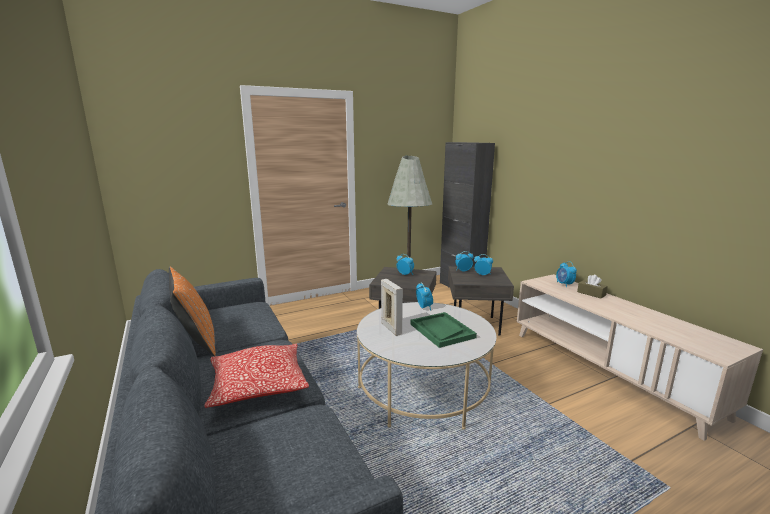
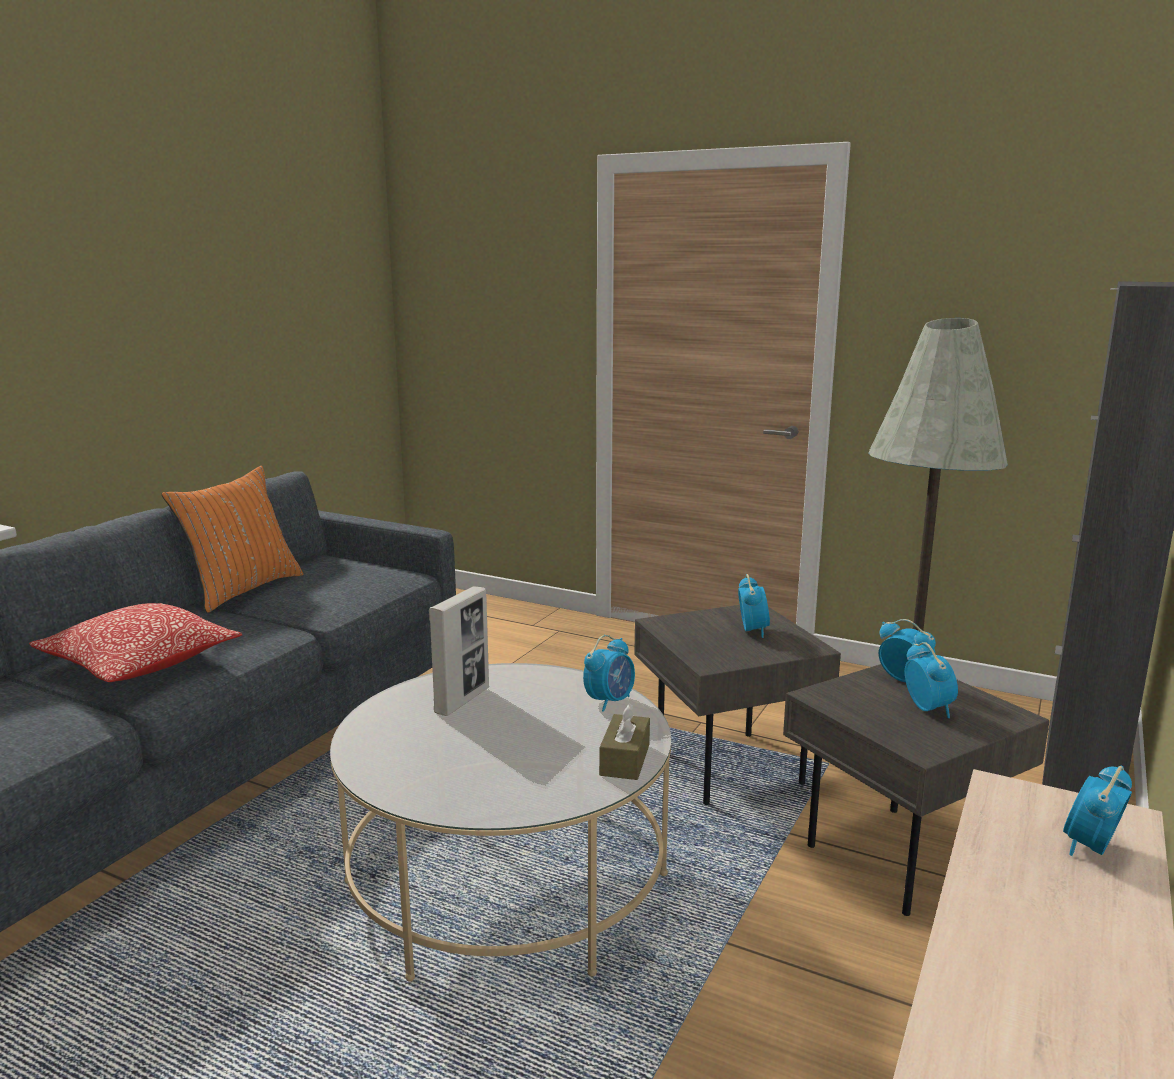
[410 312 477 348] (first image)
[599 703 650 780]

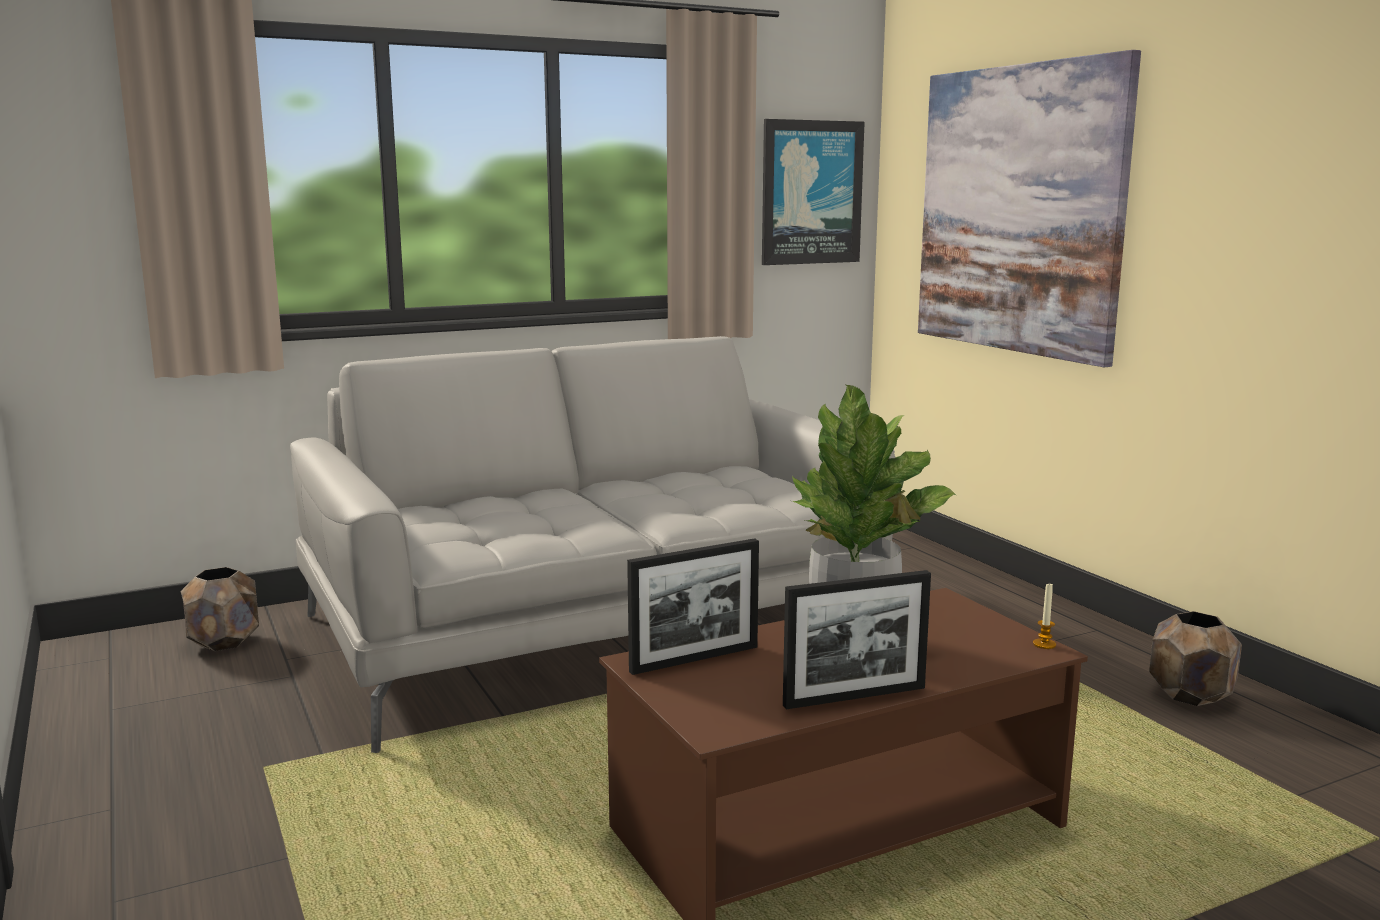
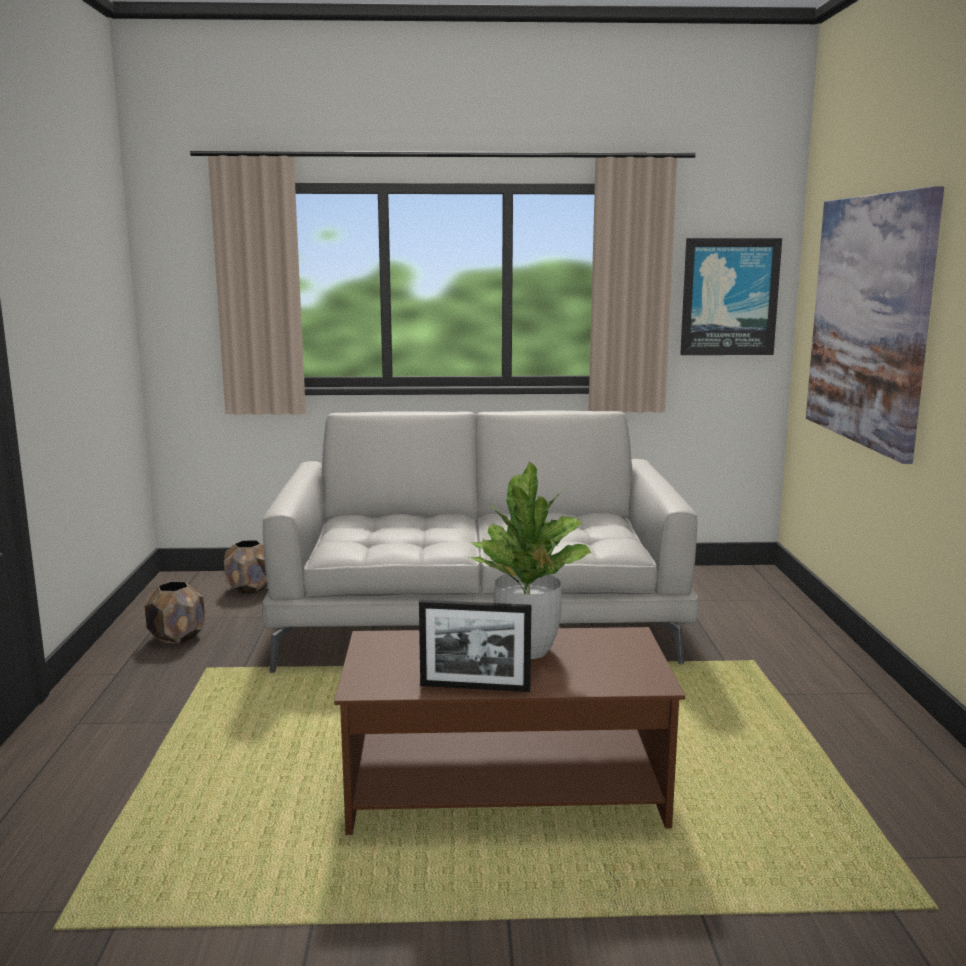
[627 538 759 675] (first image)
[1033 582 1056 649] (first image)
[145 582 205 644]

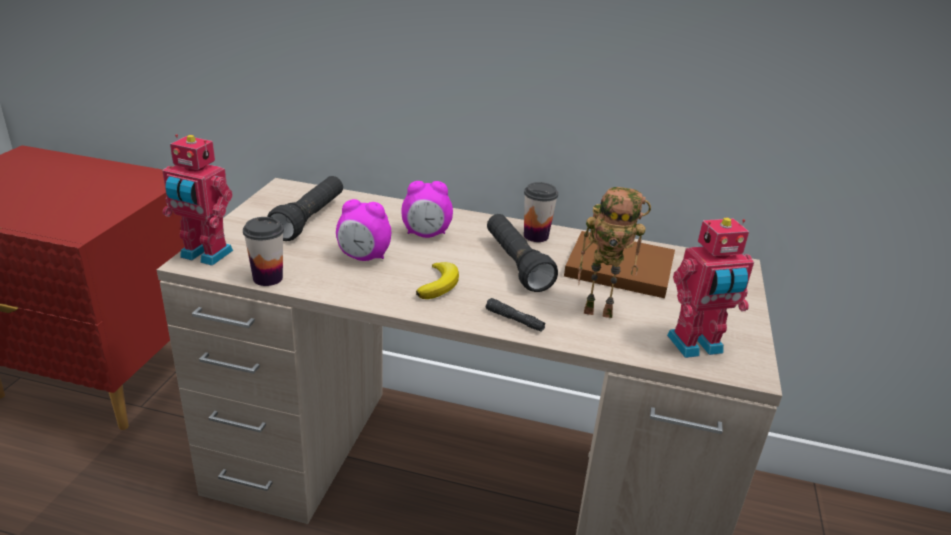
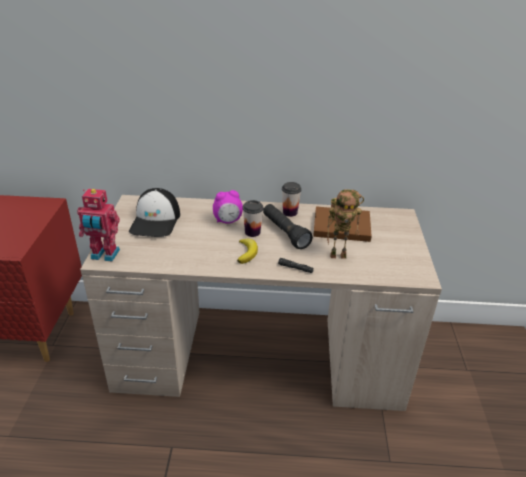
[242 200 264 237]
[129 188 180 237]
[336 199 391 261] (first image)
[667 218 754 358] (first image)

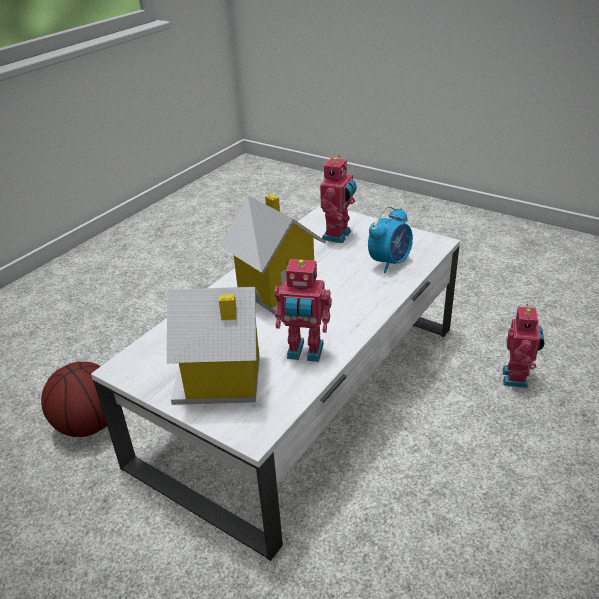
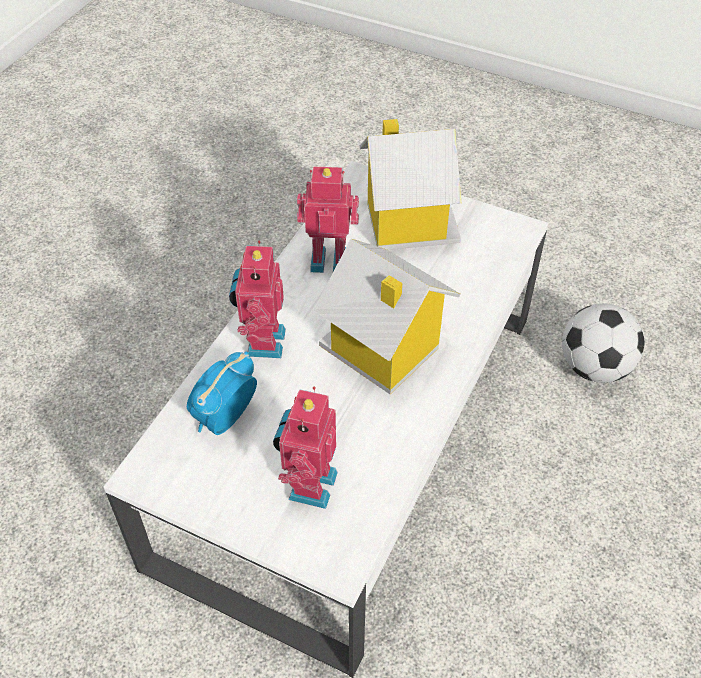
[562 303 644 383]
[229 241 286 358]

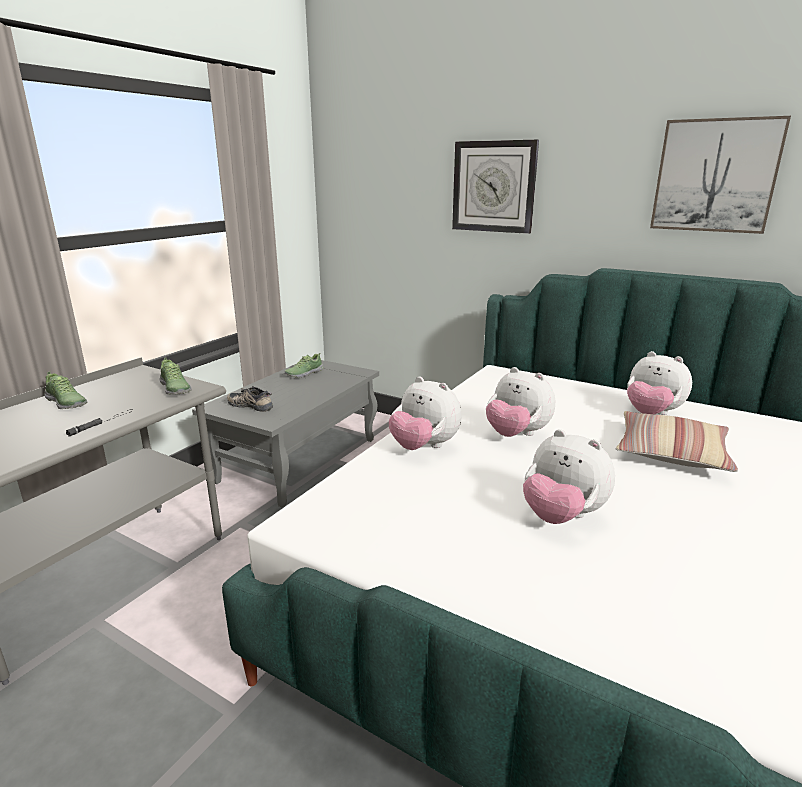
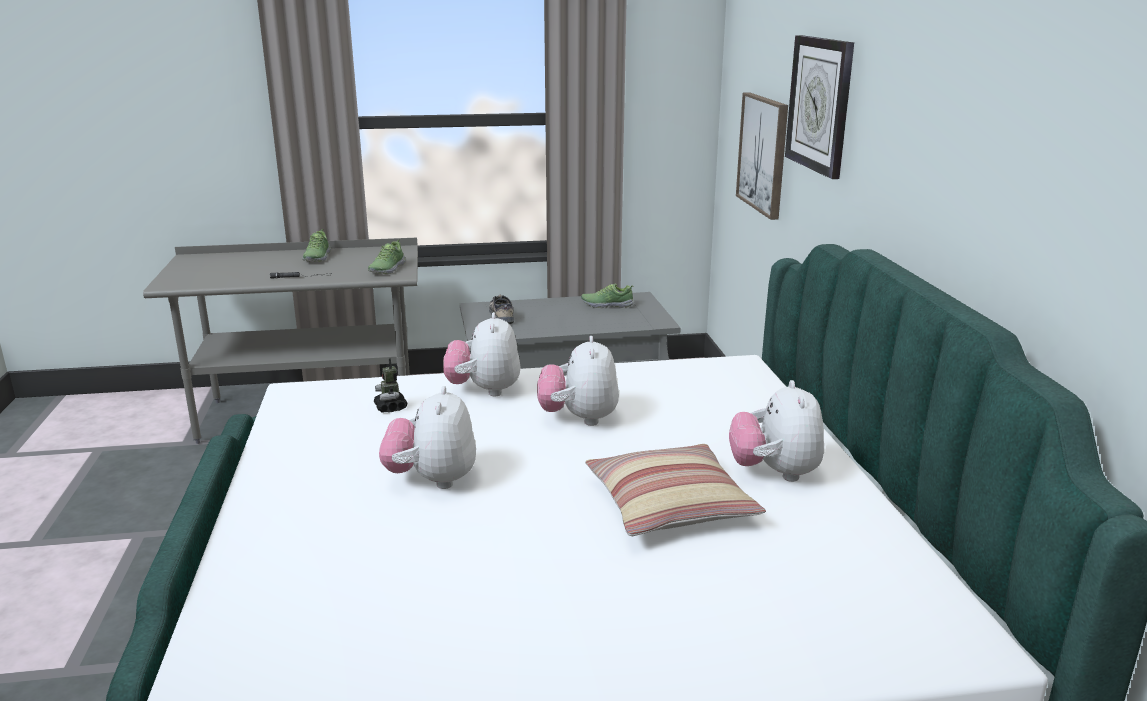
[736 92 788 220]
[374 358 407 413]

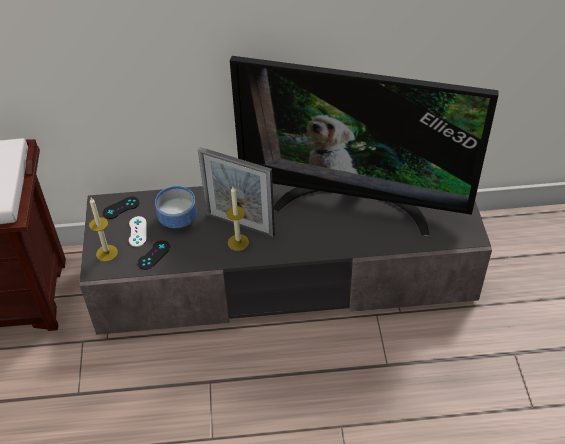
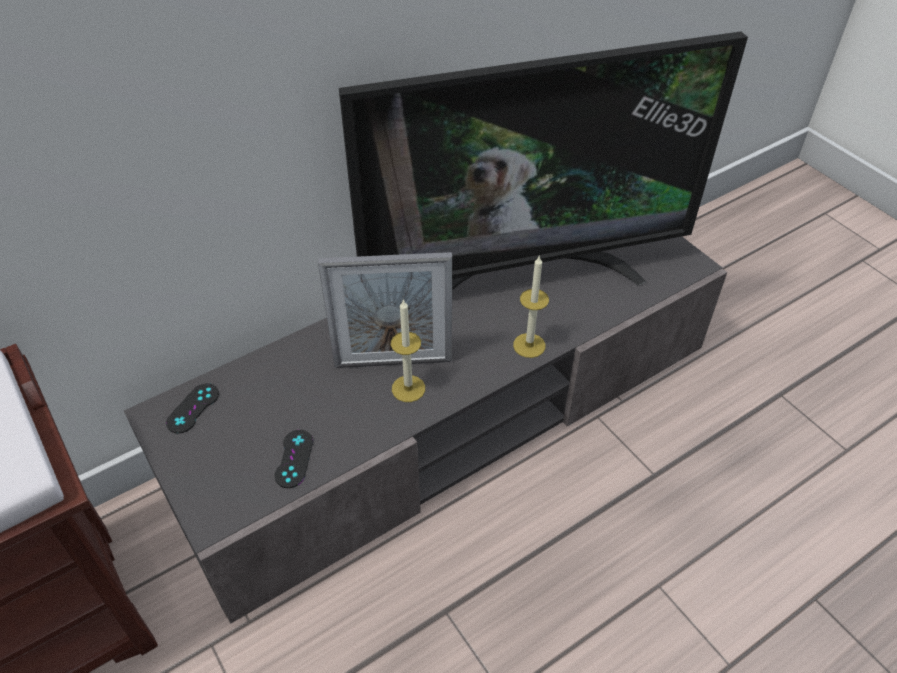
[513 255 549 358]
[129 216 146 247] (first image)
[155 186 197 228] (first image)

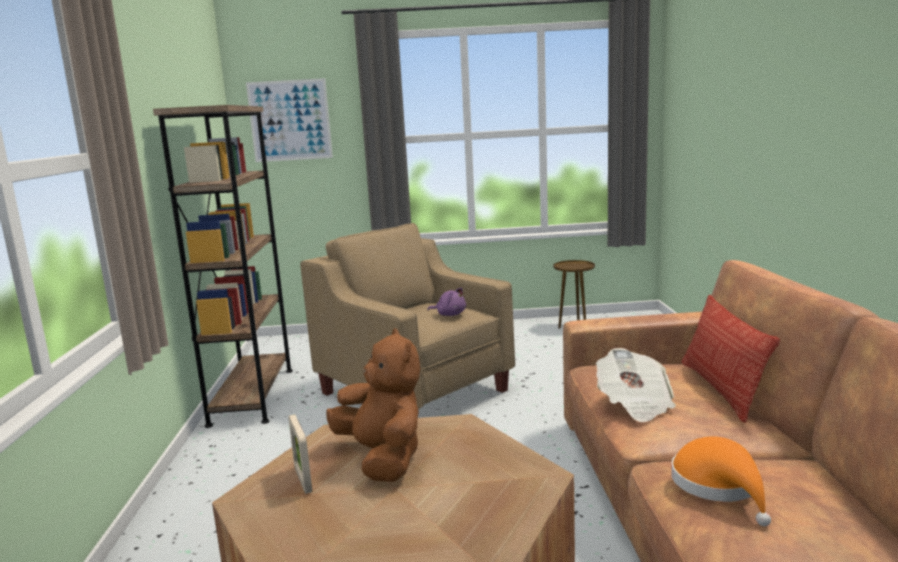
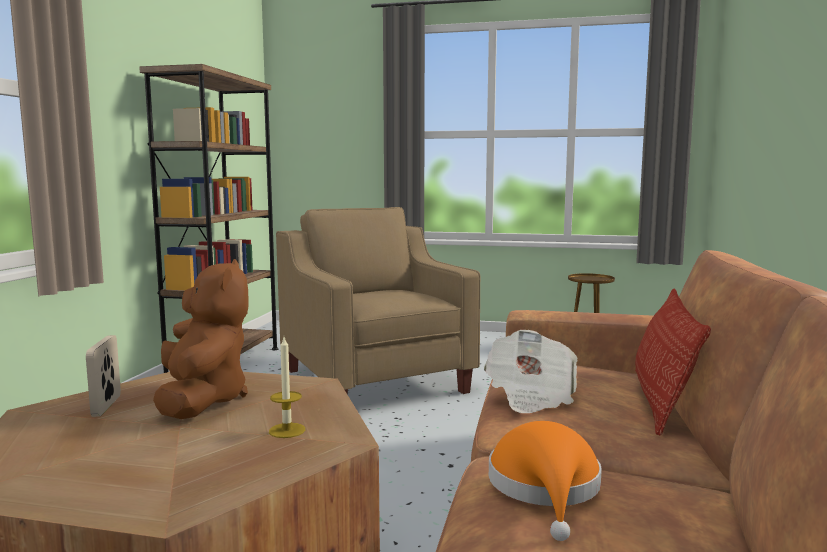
[246 78 333 162] (first image)
[427 287 466 316] (first image)
[269 337 305 438]

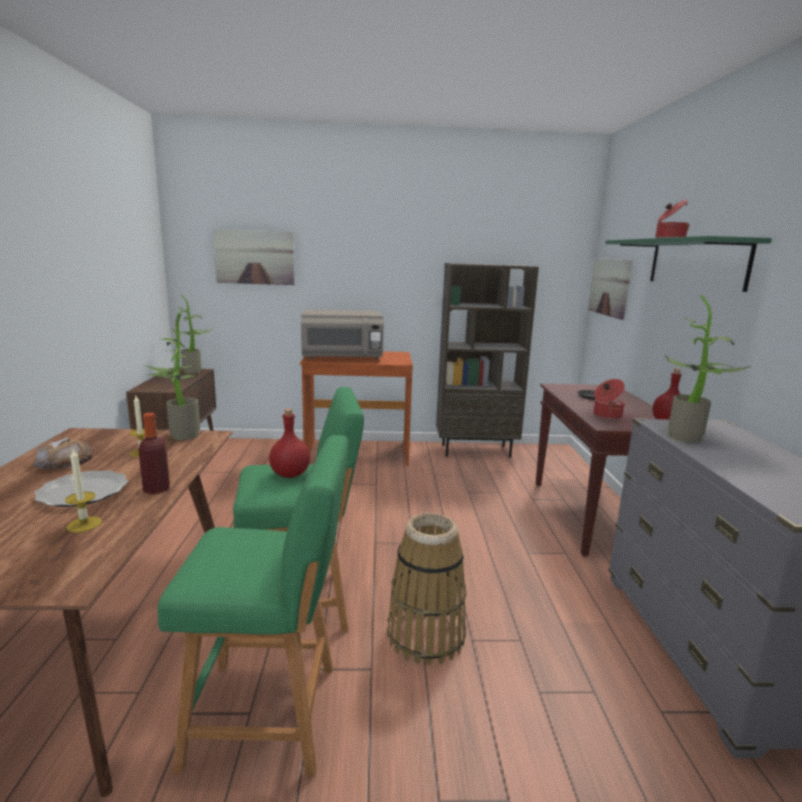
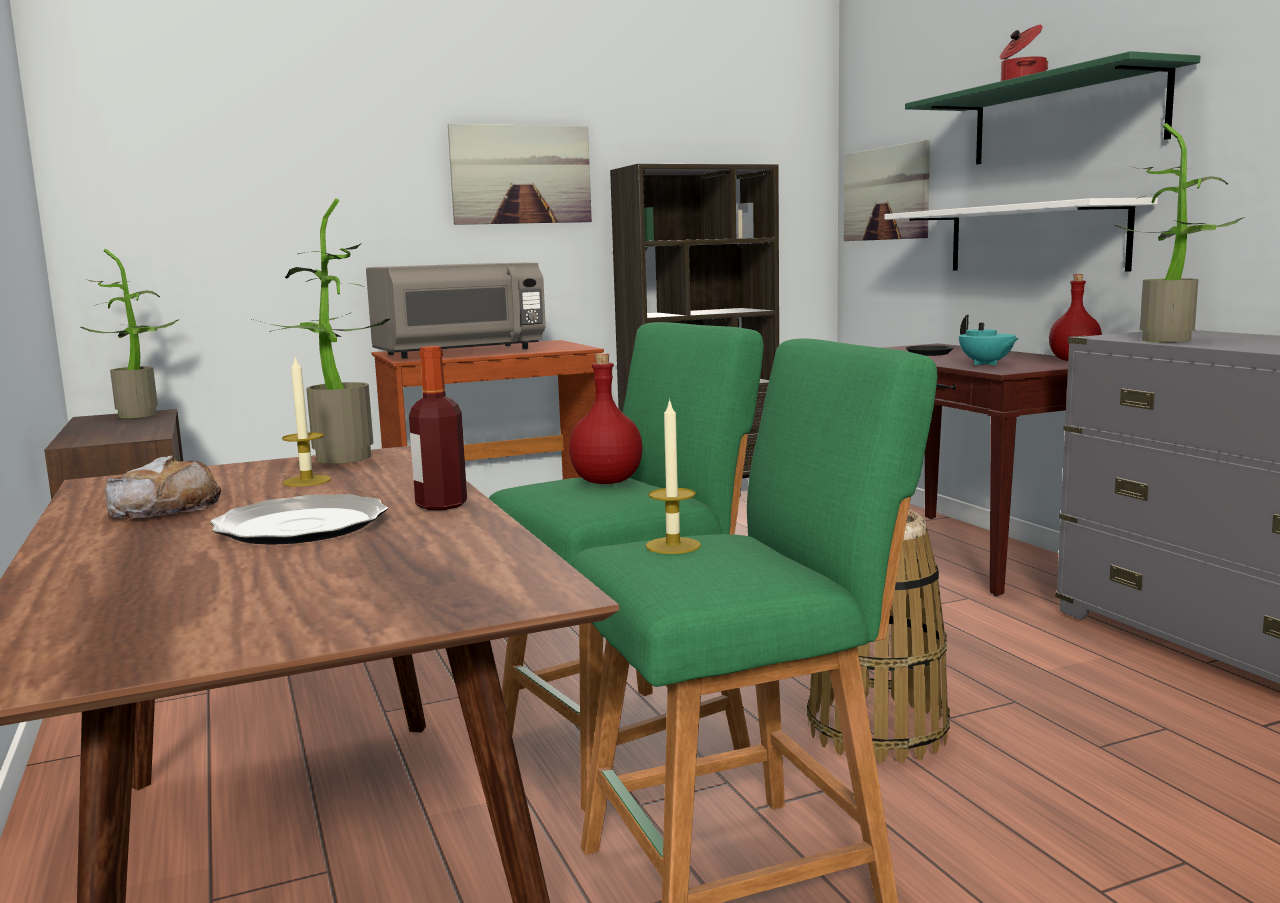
[646 398 701 554]
[448 124 592 225]
[959 315 1019 365]
[884 198 1158 272]

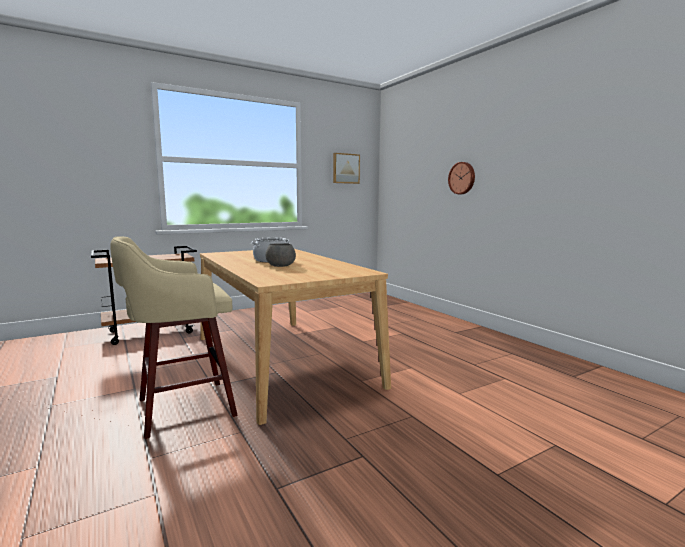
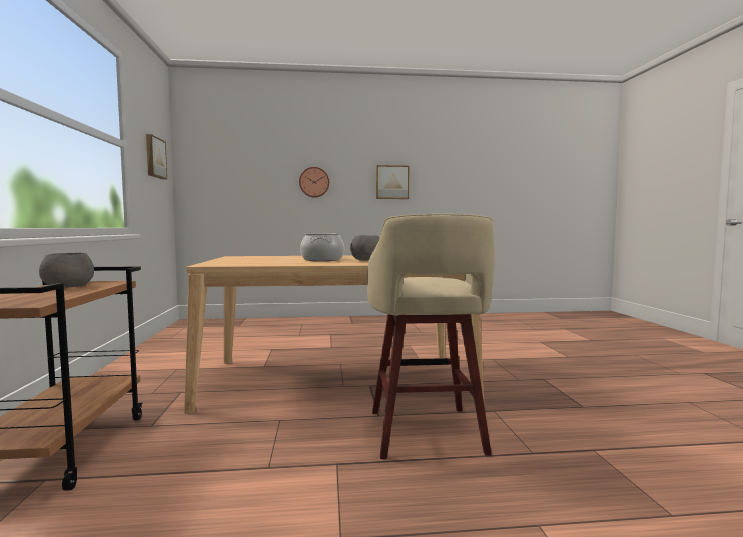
[39 253 94 288]
[376 165 409 199]

